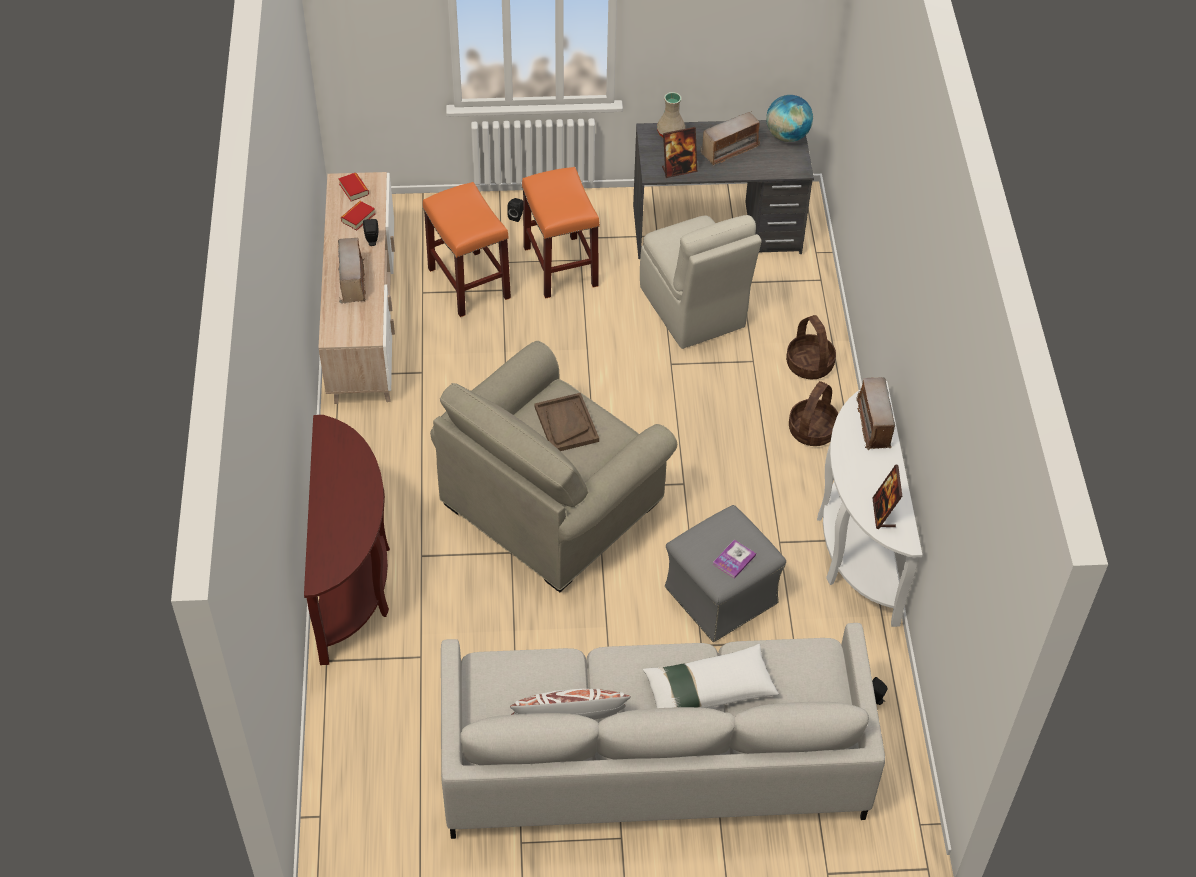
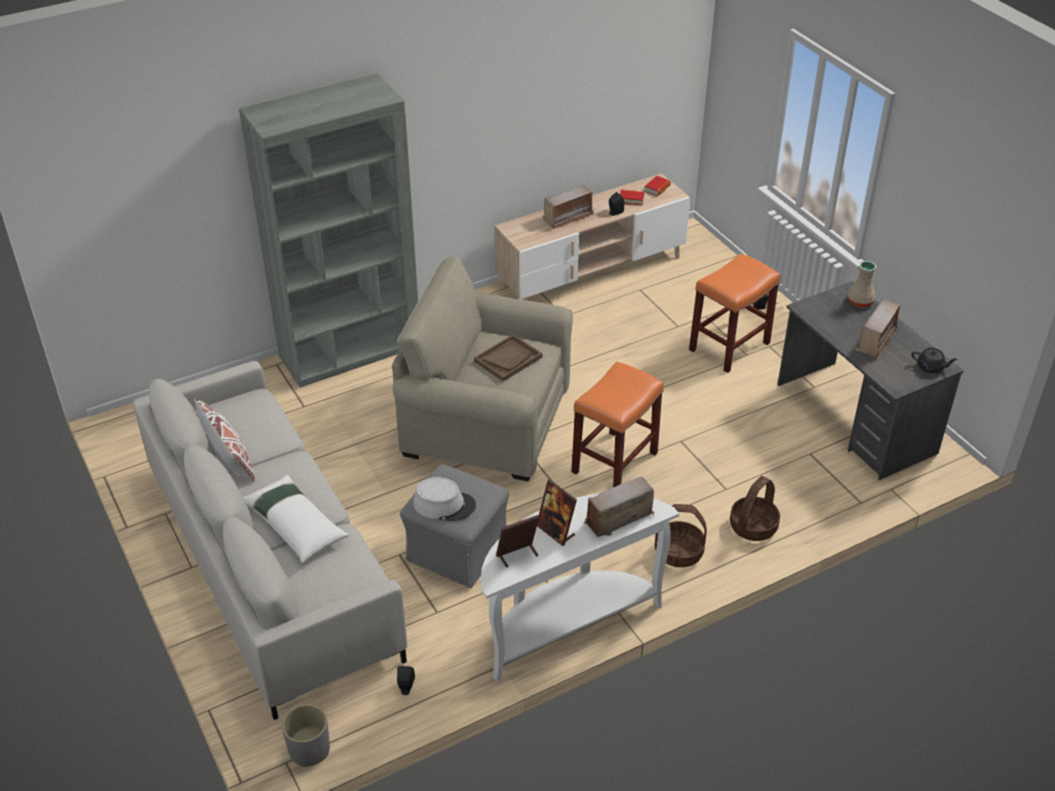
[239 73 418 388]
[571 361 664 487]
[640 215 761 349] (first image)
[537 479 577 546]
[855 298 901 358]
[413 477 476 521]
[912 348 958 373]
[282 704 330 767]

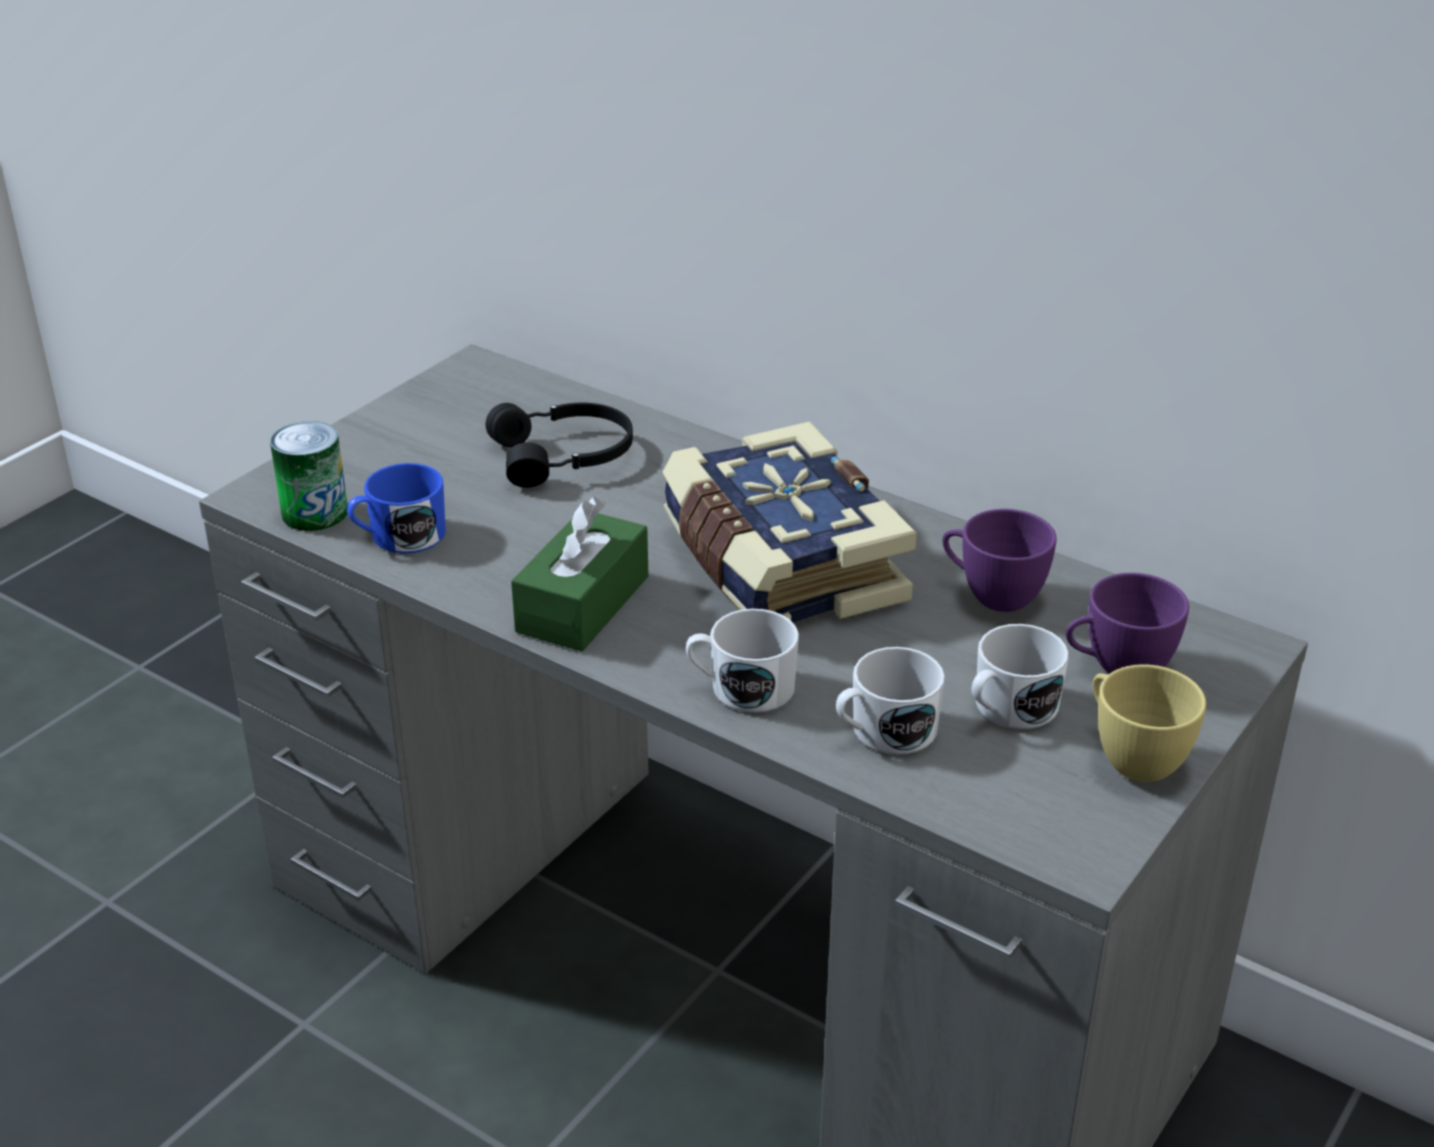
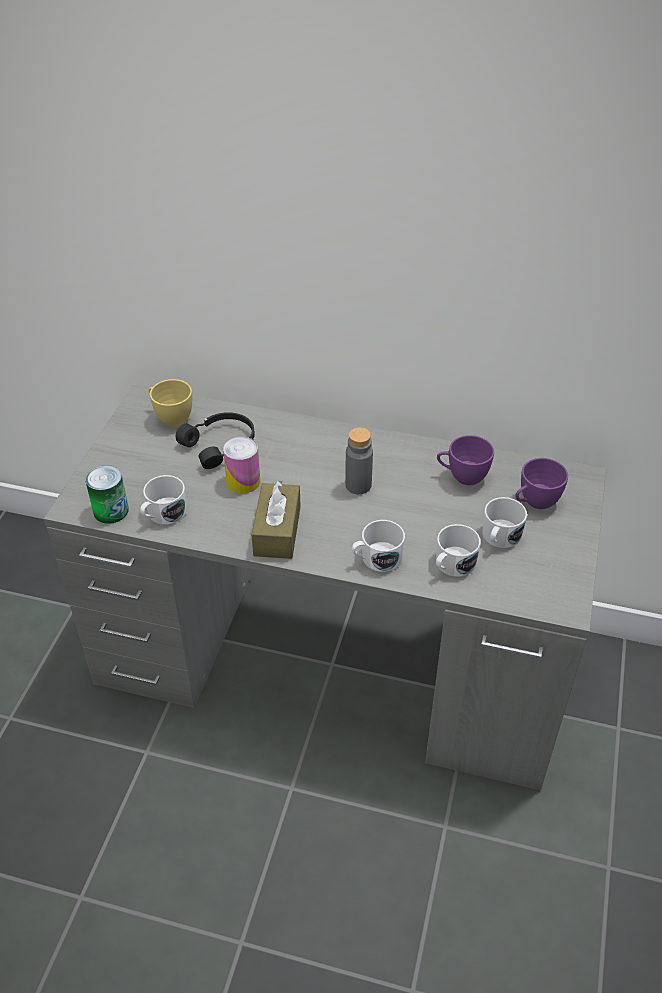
[140 475 187 525]
[251 481 301 559]
[345 427 373 494]
[149 379 192 426]
[223 437 260 493]

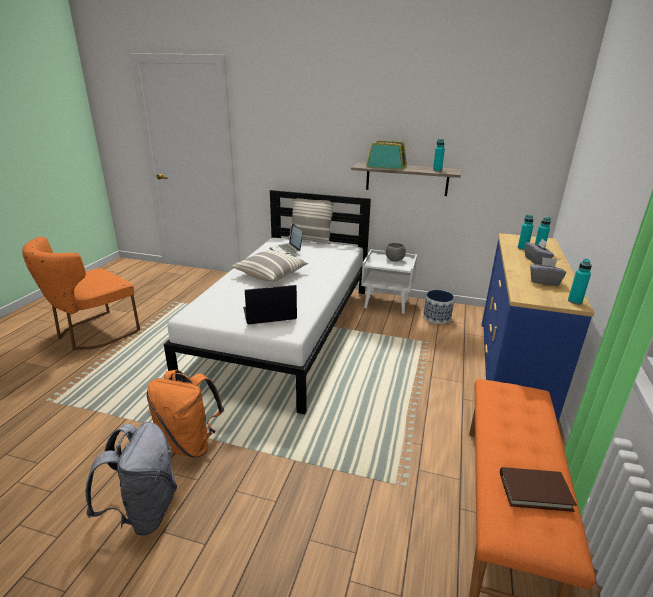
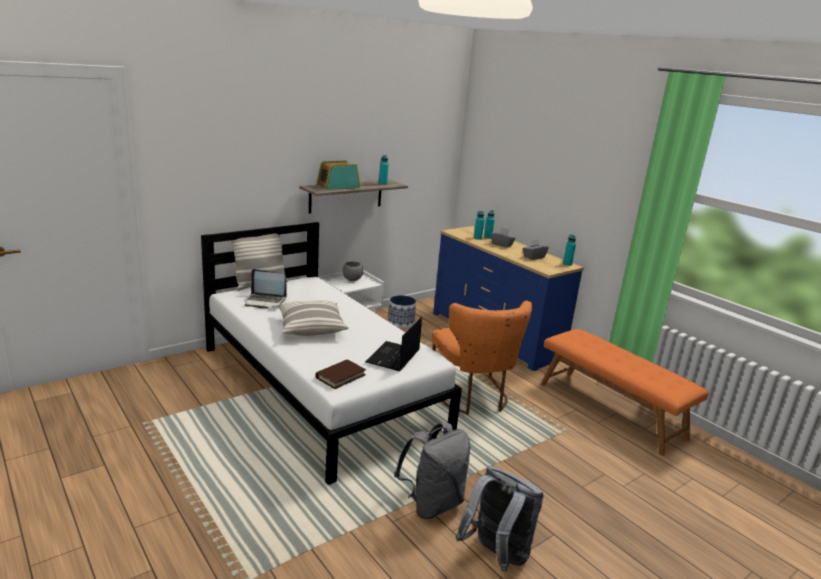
[432 301 532 415]
[394 423 470 519]
[315 359 366 389]

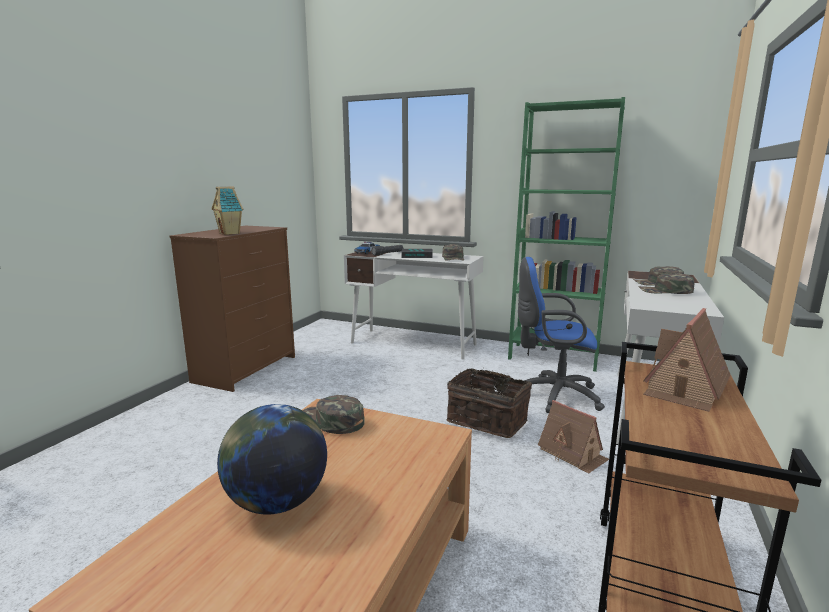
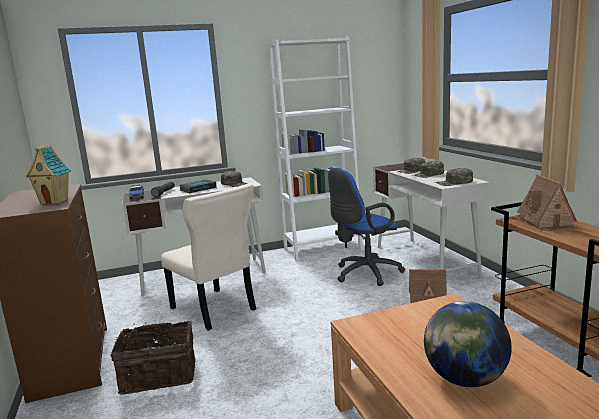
[435 168 473 186]
[110 321 195 394]
[268 36 363 262]
[161 183 256 331]

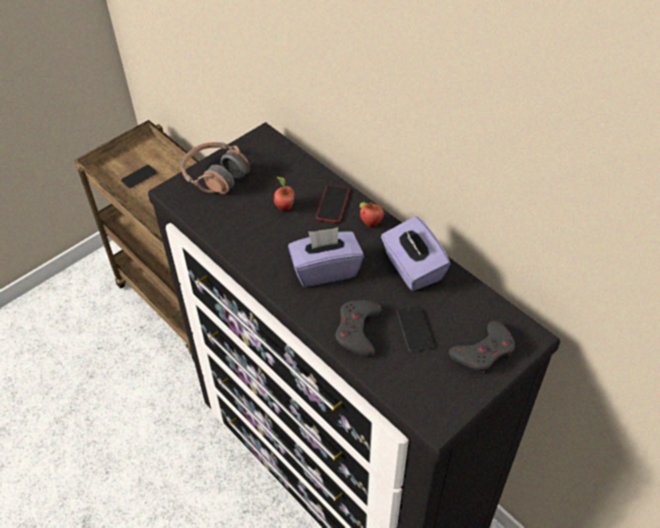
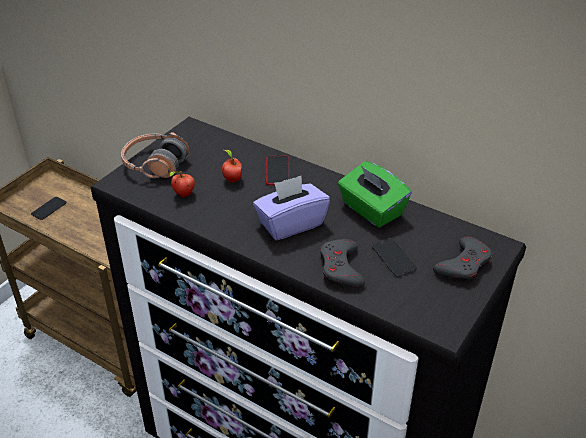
[170 171 195 198]
[338 161 411 228]

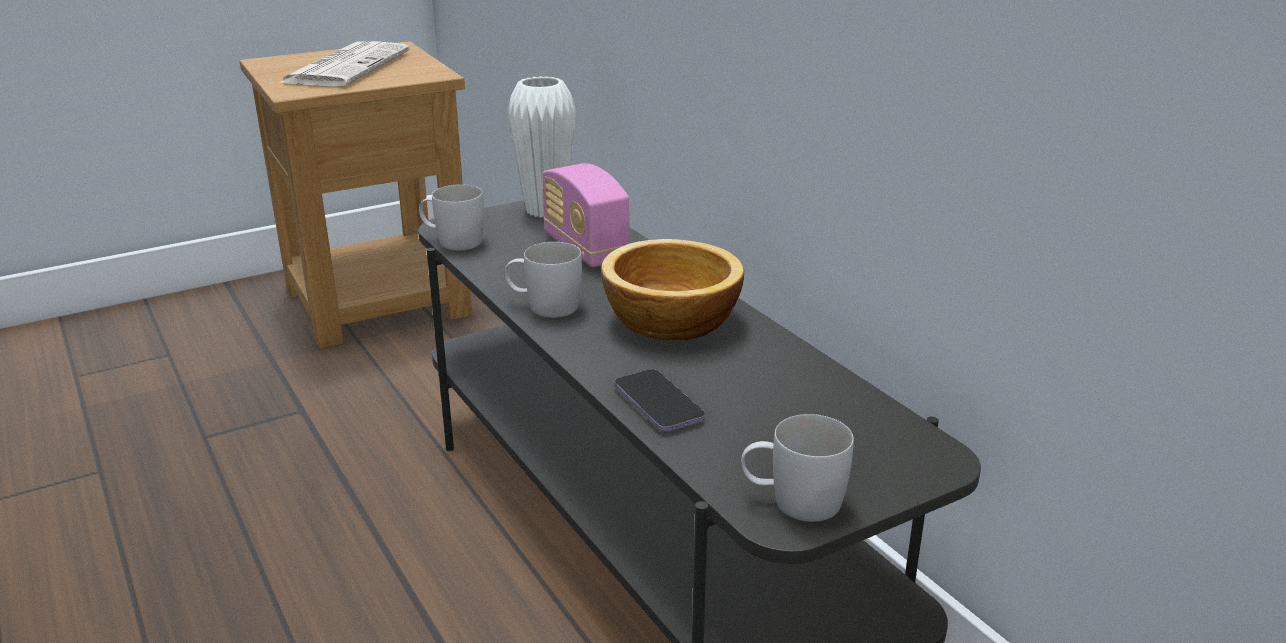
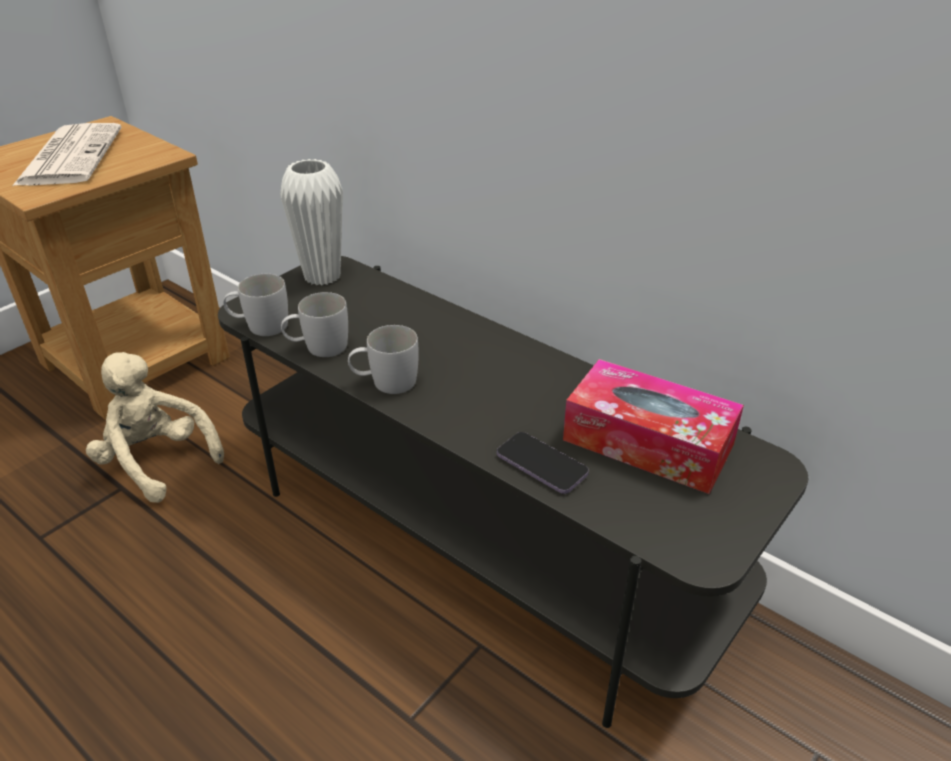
[542 163 630 267] (first image)
[601 239 744 340] (first image)
[281 292 348 357]
[86 352 224 503]
[563 359 744 494]

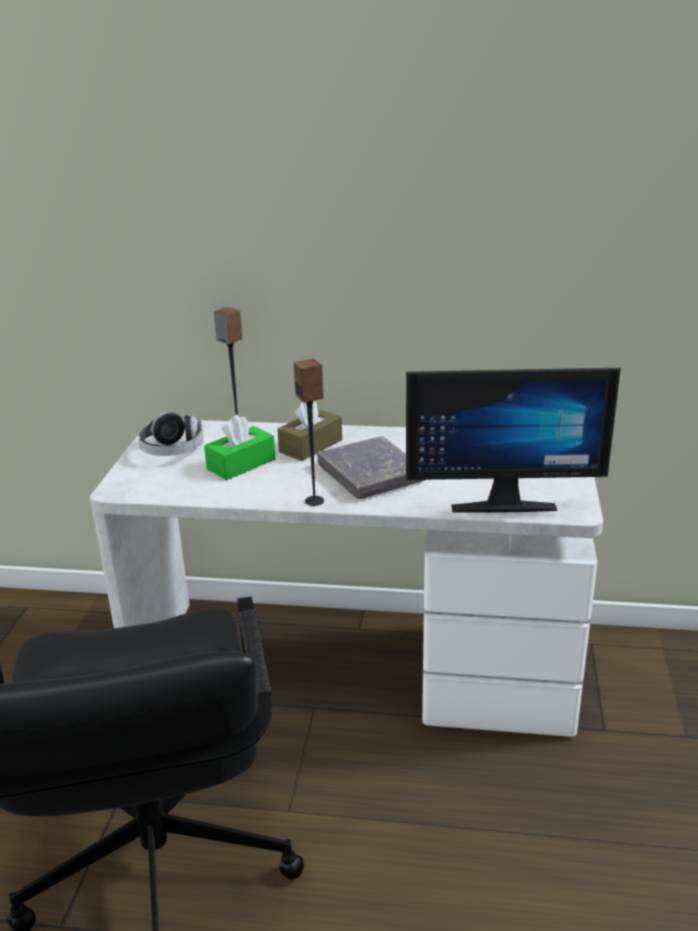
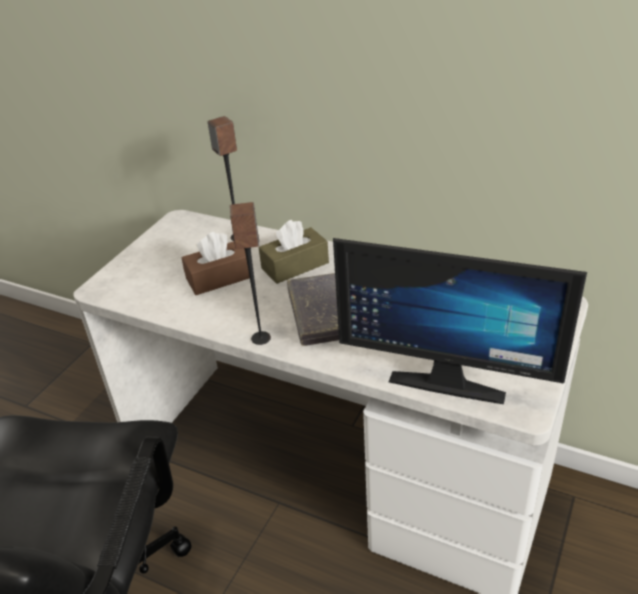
[138 412 204 456] (first image)
[182 232 250 295]

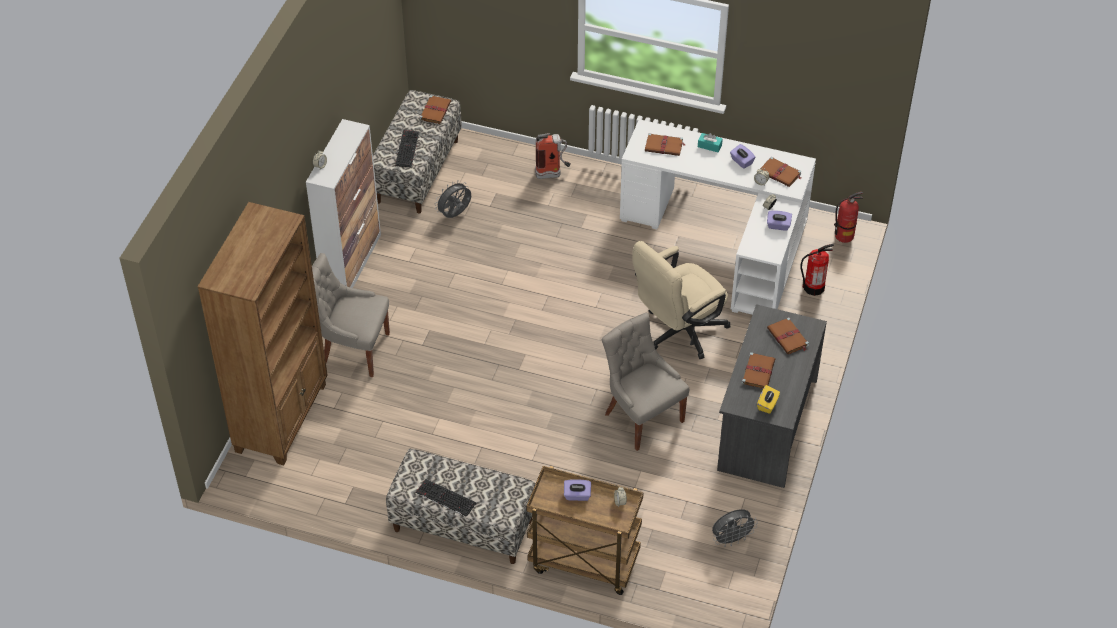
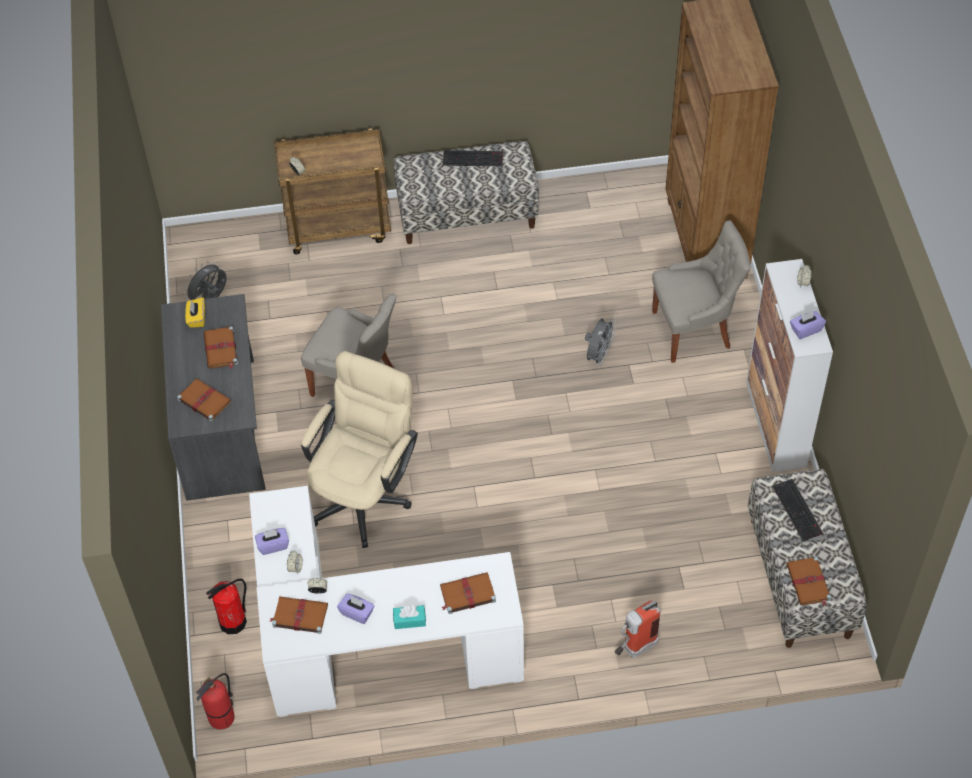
[585 318 616 367]
[790 311 826 339]

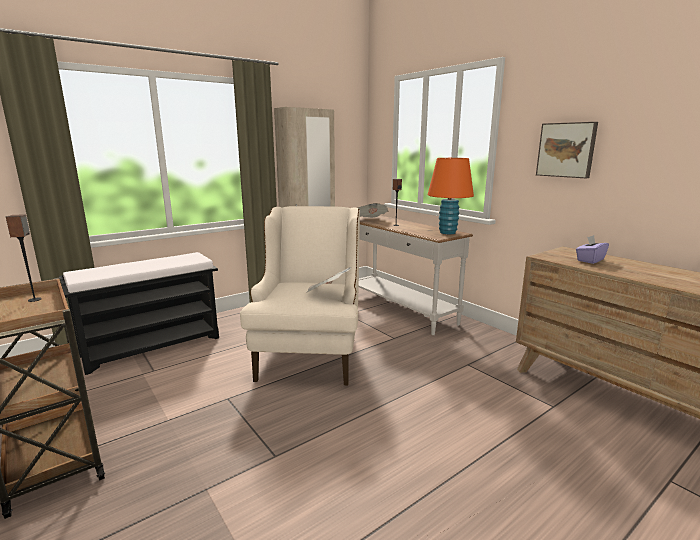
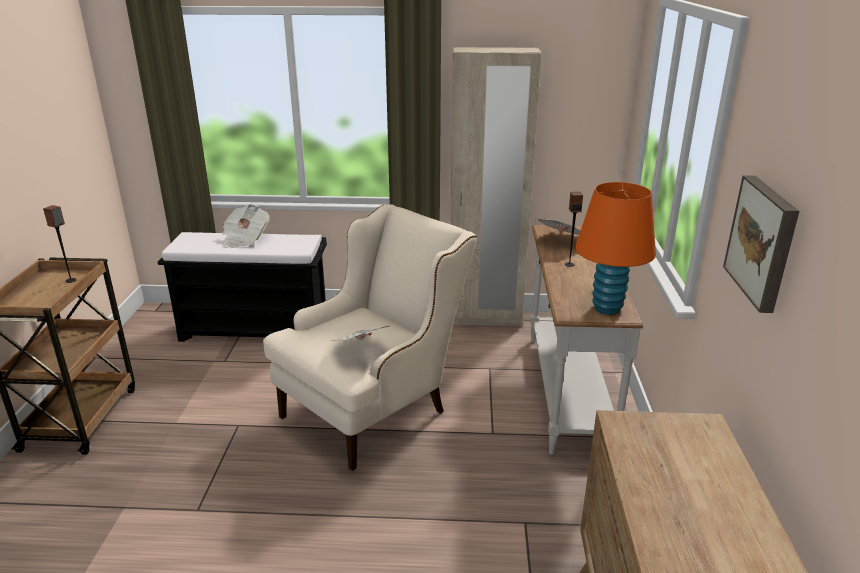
[576 235 609 264] (first image)
[222 204 270 248]

